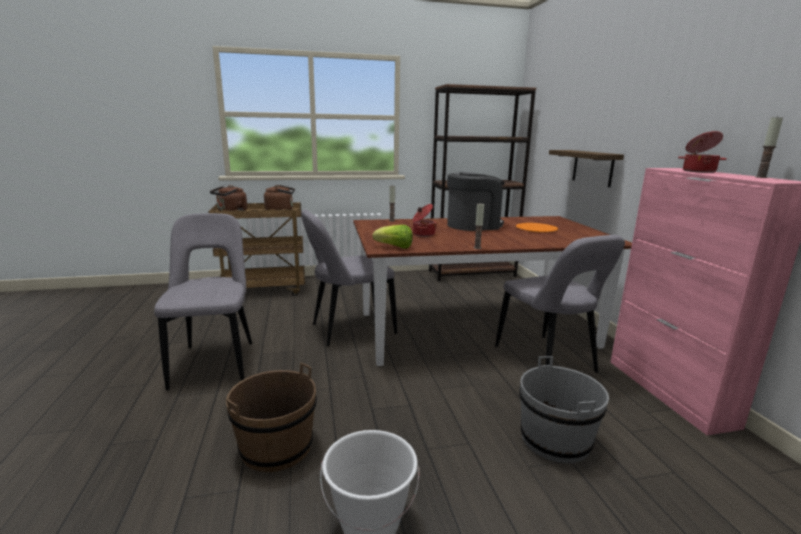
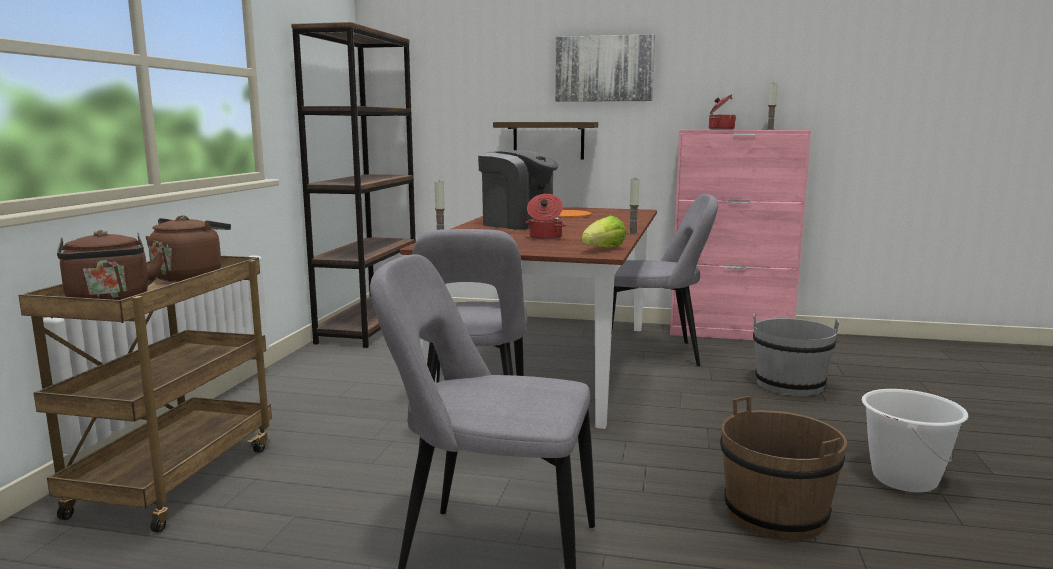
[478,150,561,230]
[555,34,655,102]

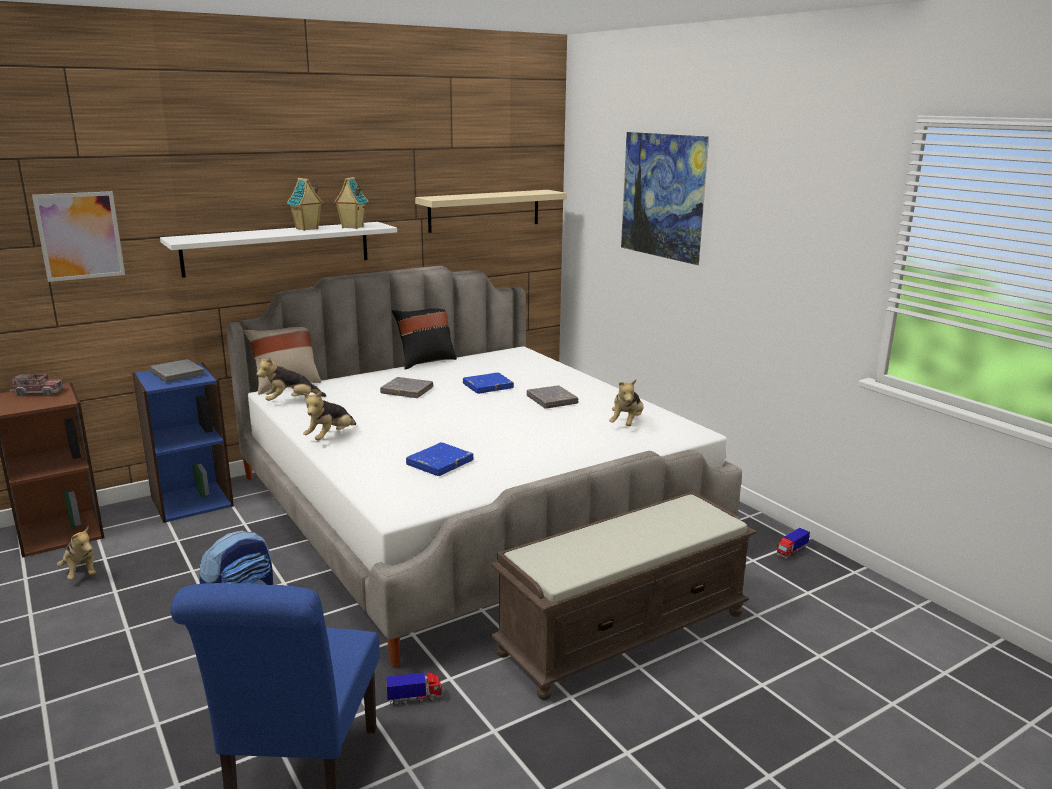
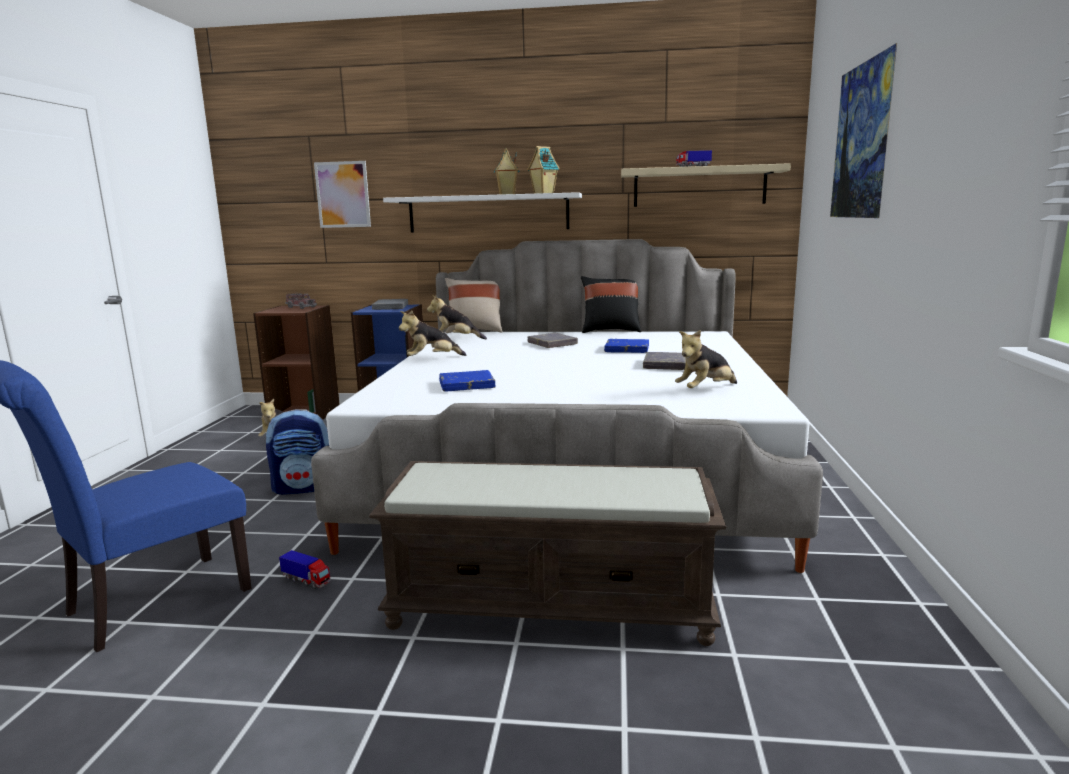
[676,150,712,167]

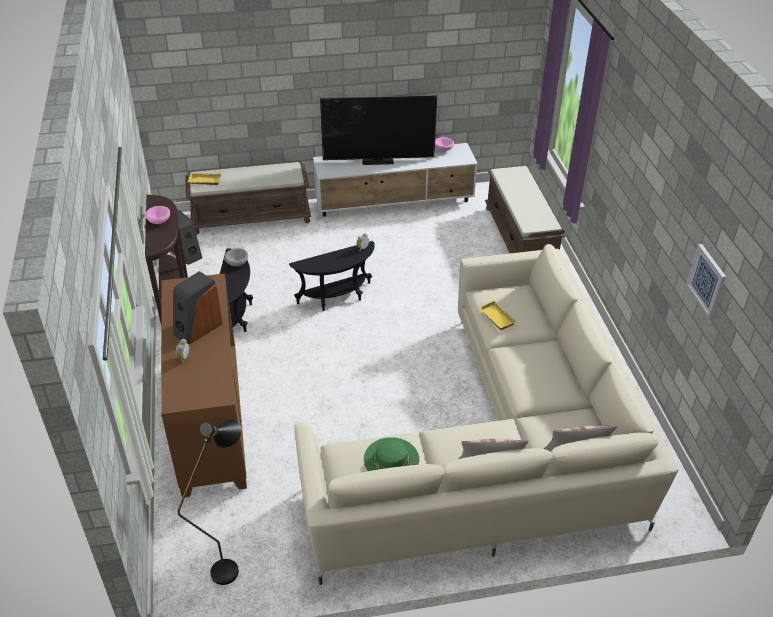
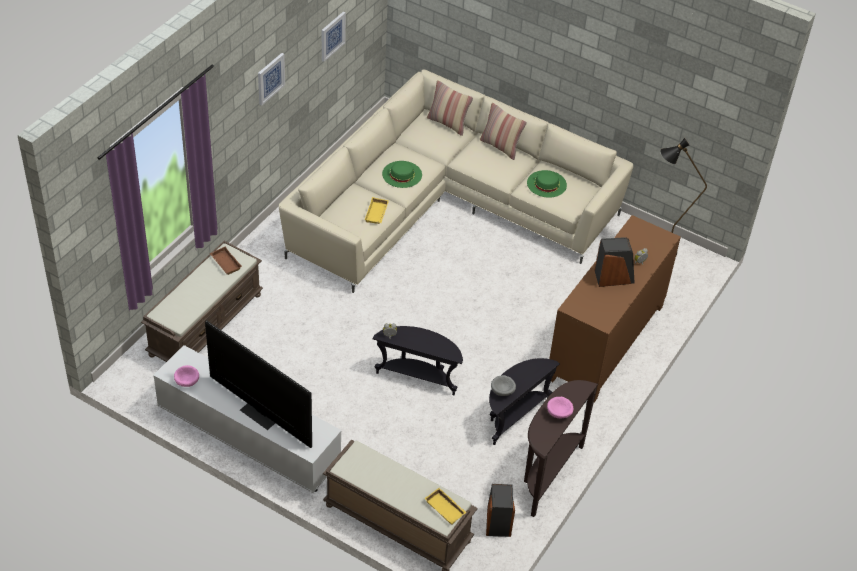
[210,247,242,275]
[258,53,285,106]
[382,161,422,188]

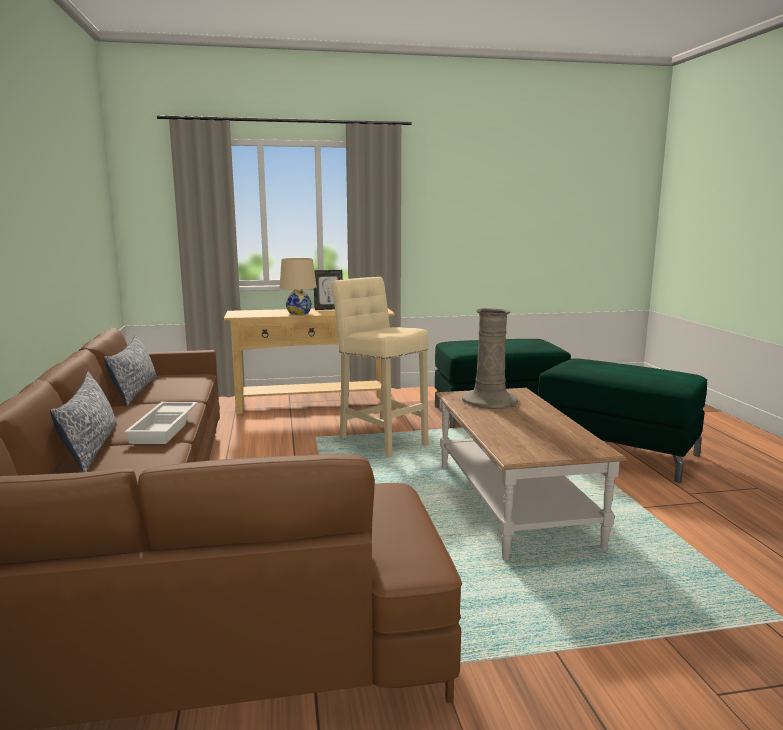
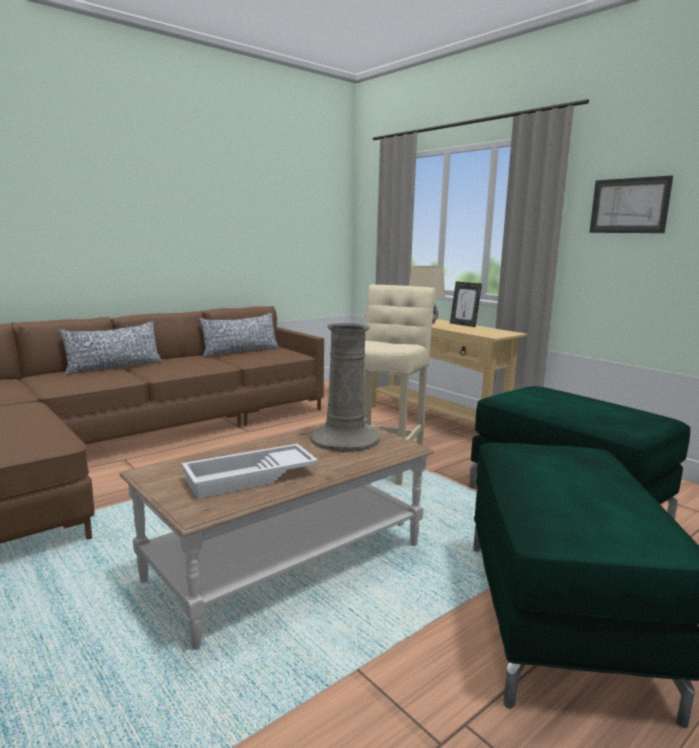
[182,444,318,499]
[589,175,673,233]

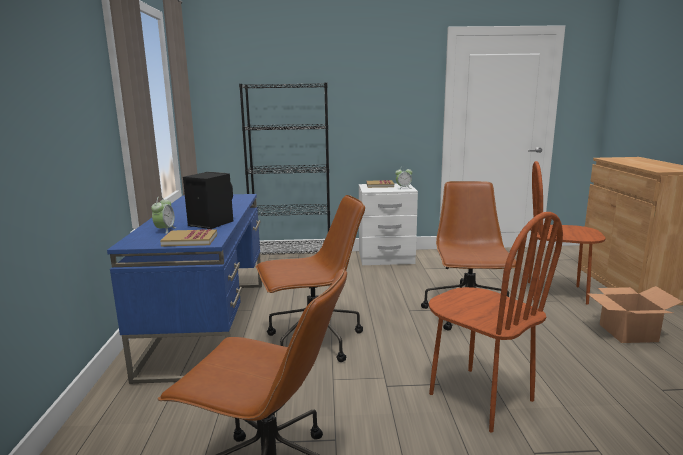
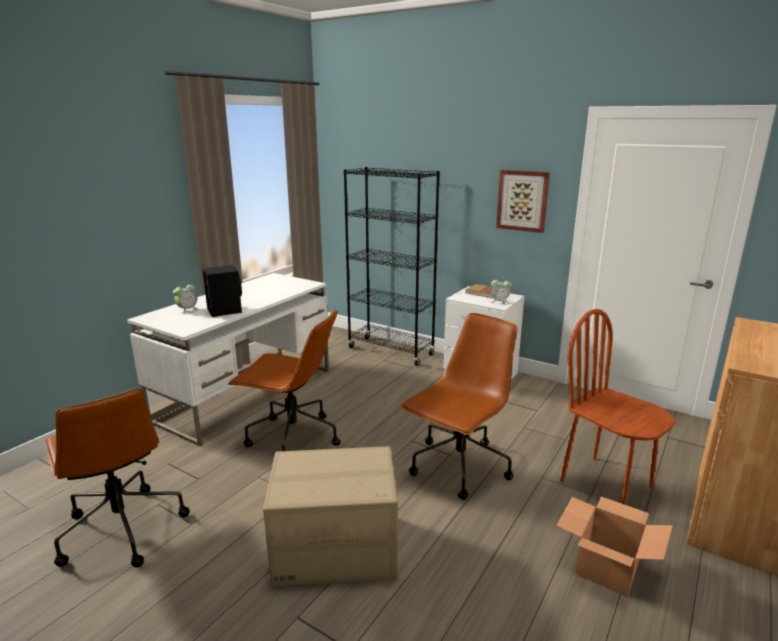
[127,273,329,446]
[263,446,398,587]
[496,170,550,233]
[160,229,217,247] (first image)

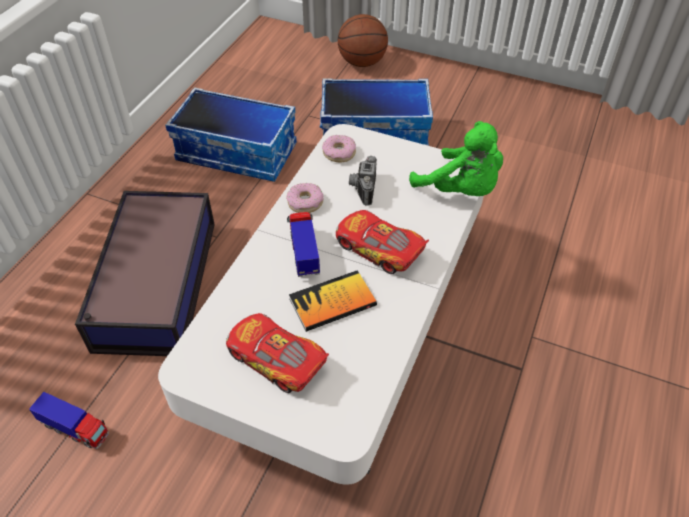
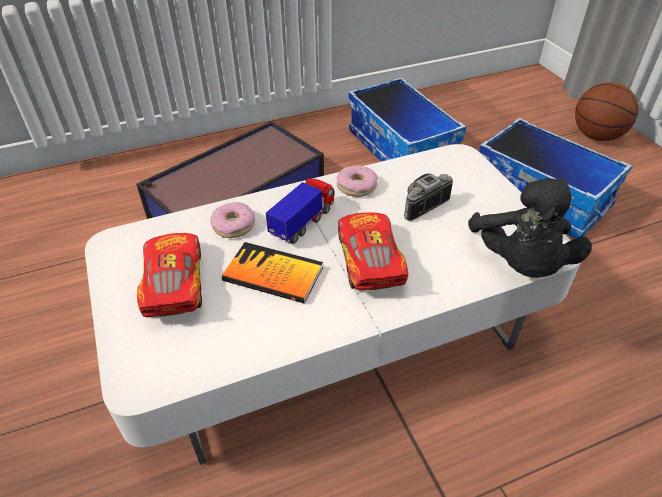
[210,202,255,238]
[468,178,592,278]
[29,392,109,449] (first image)

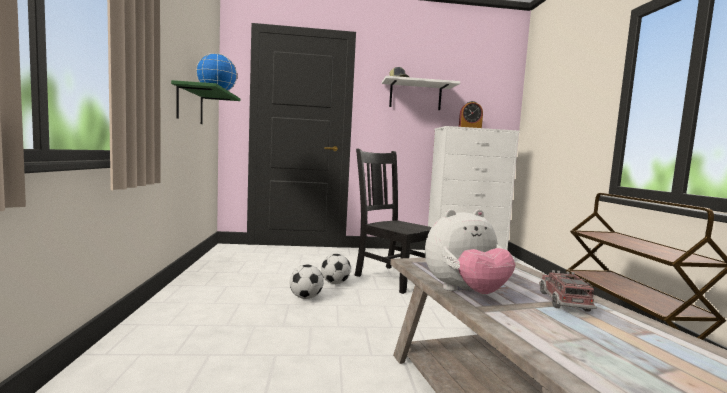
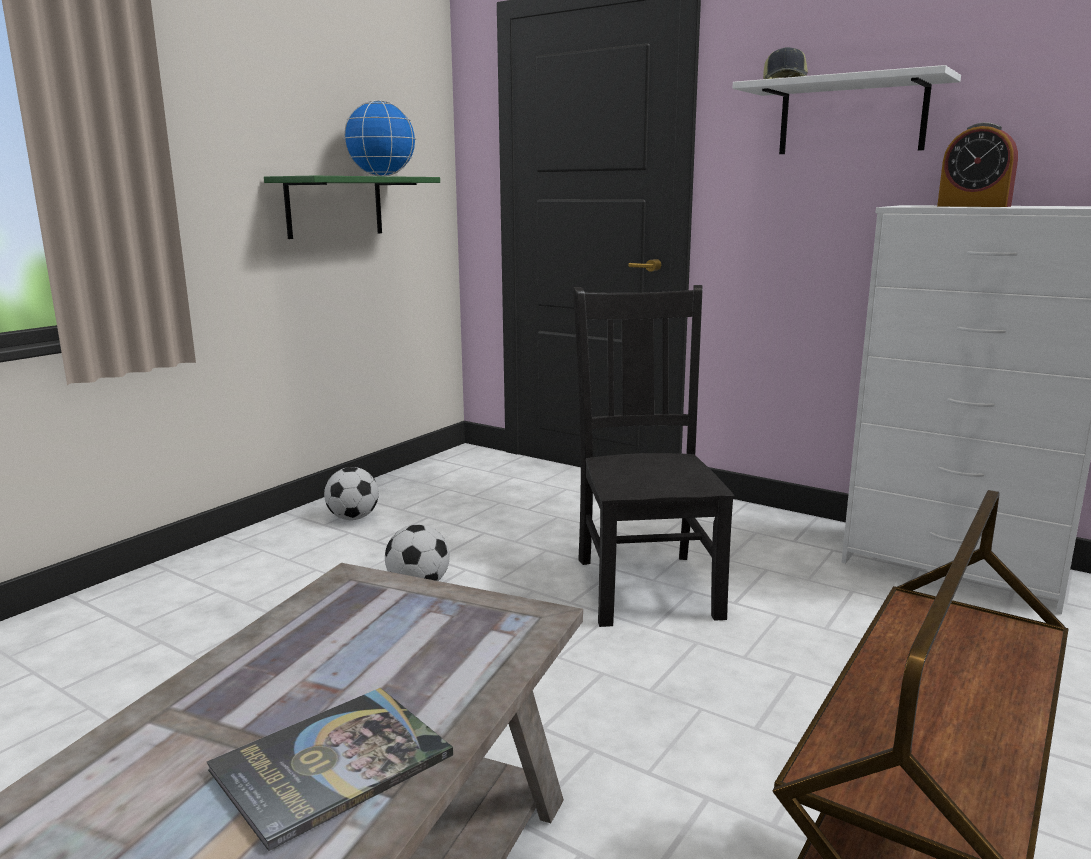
[207,688,453,851]
[324,467,379,520]
[425,209,516,294] (first image)

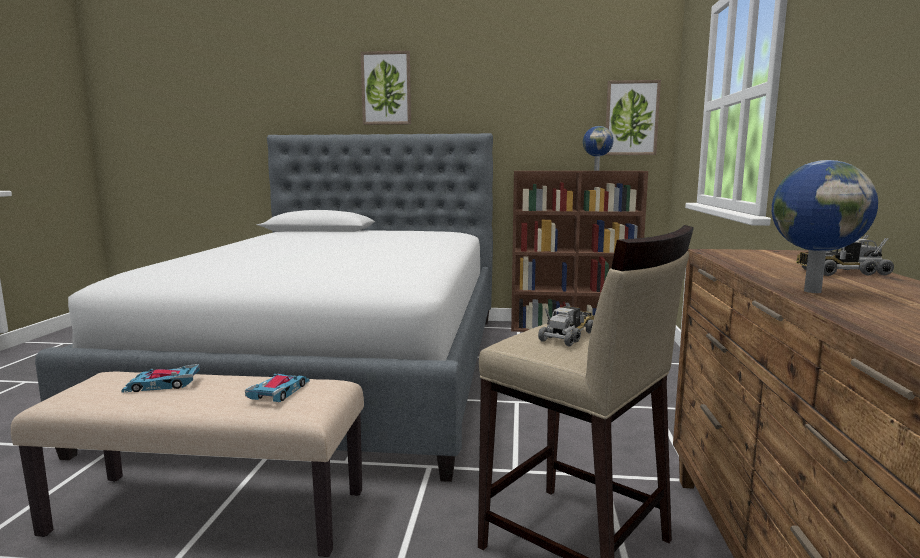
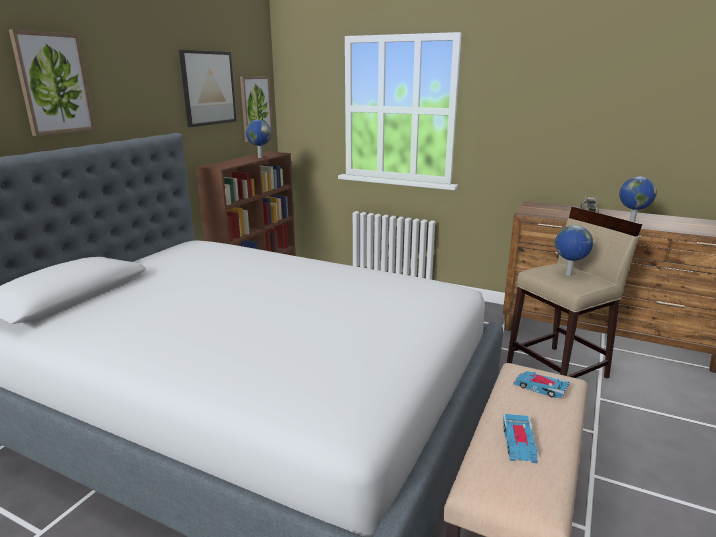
[179,50,237,127]
[555,225,593,276]

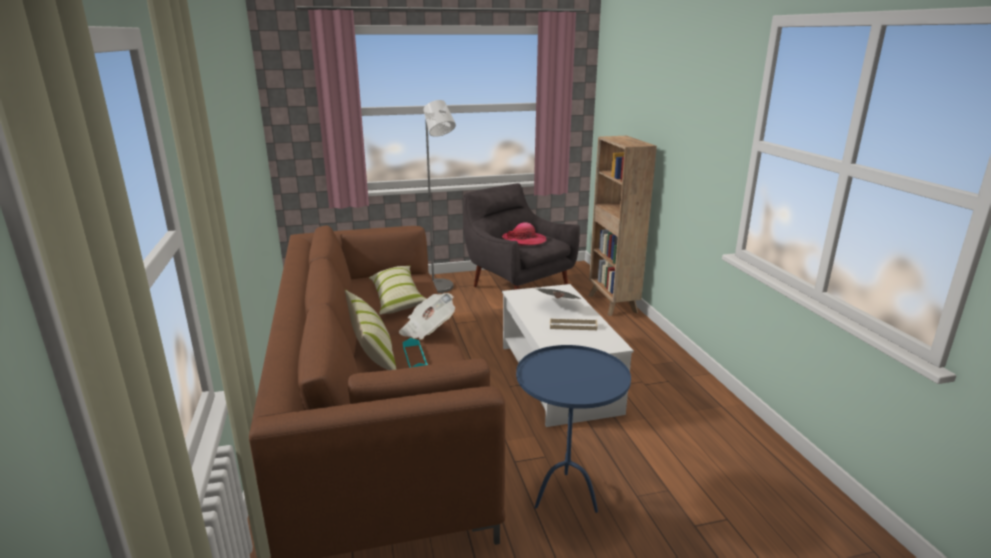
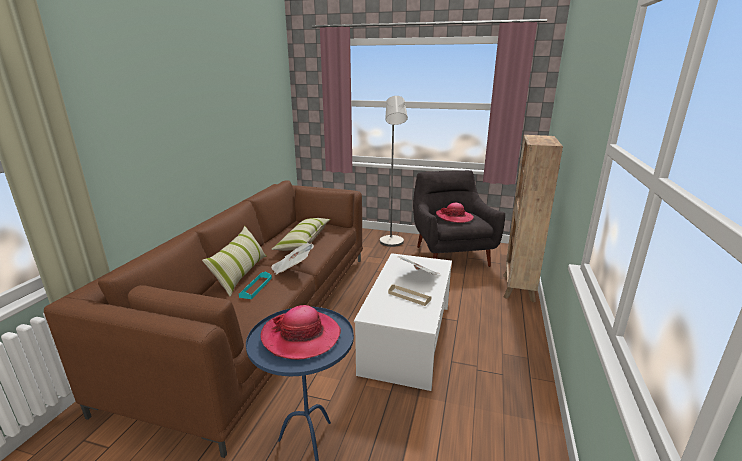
[261,305,341,360]

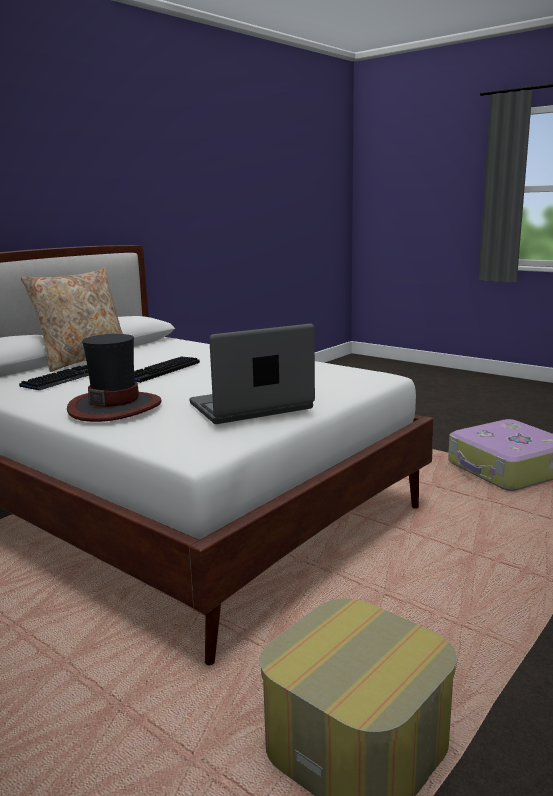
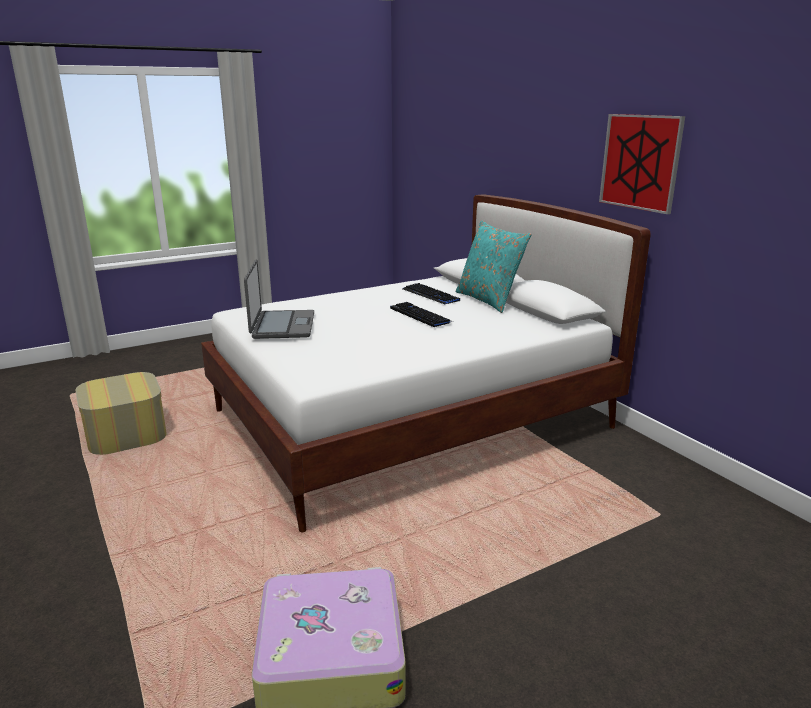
[456,221,531,313]
[599,114,685,214]
[67,334,162,422] (first image)

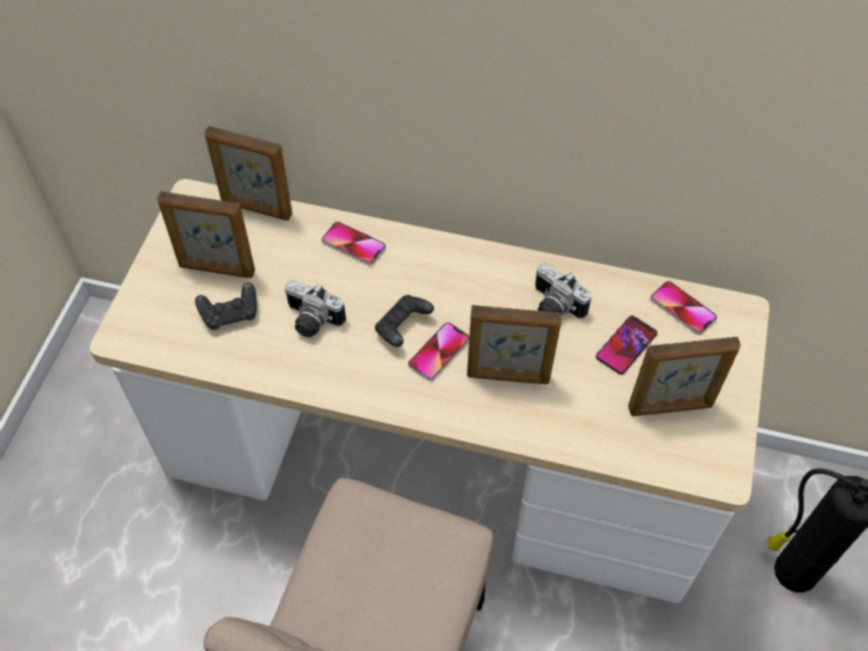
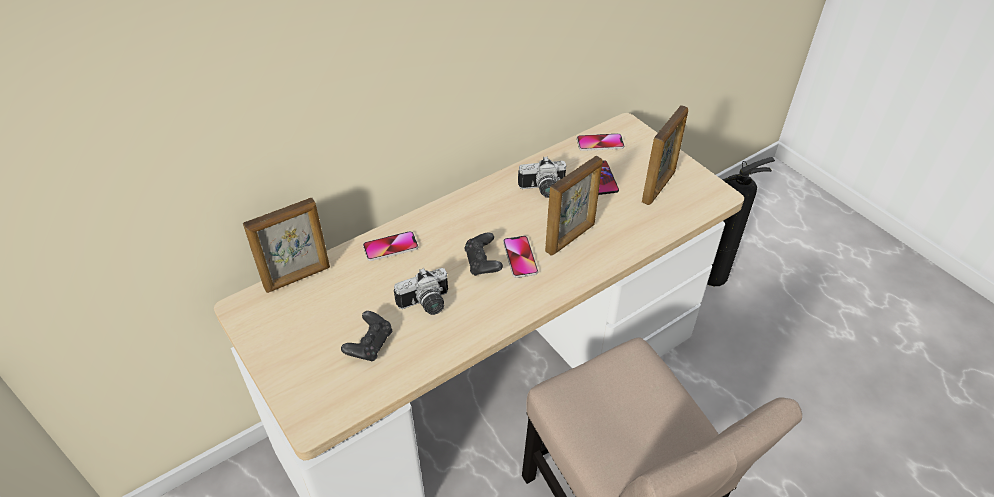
[157,191,255,278] (first image)

